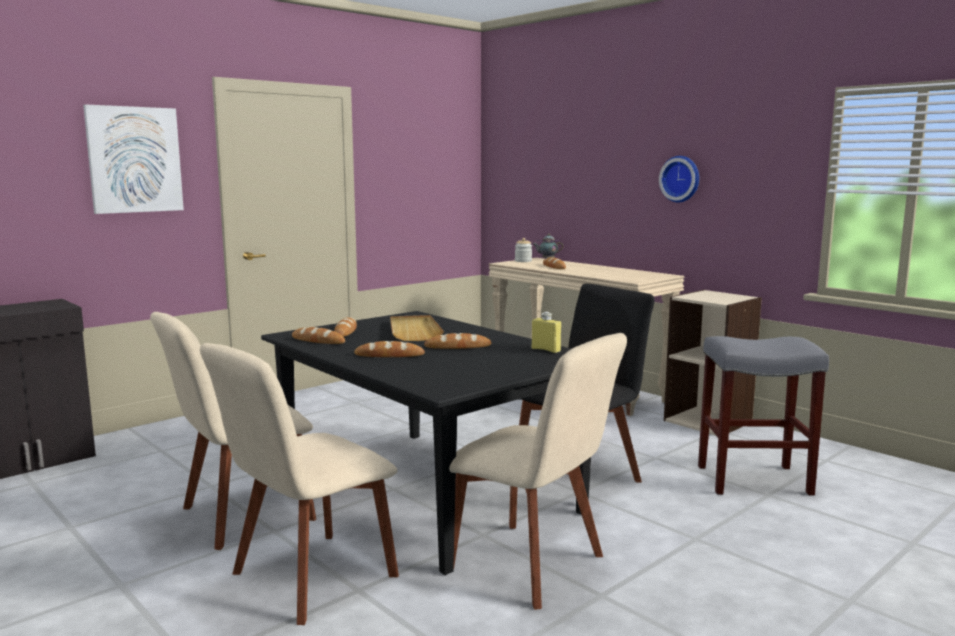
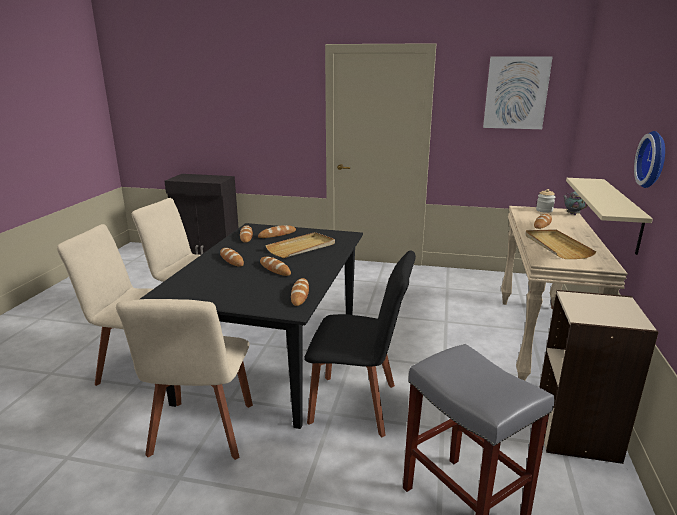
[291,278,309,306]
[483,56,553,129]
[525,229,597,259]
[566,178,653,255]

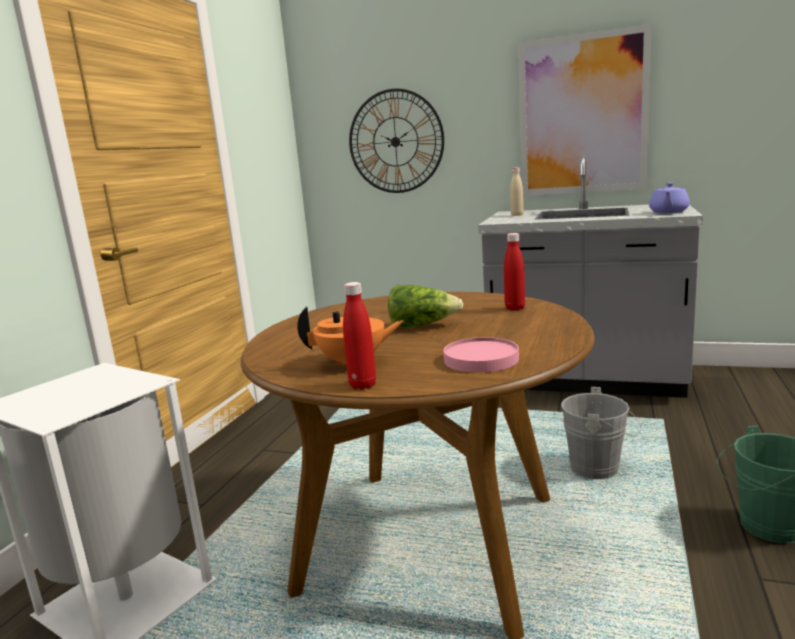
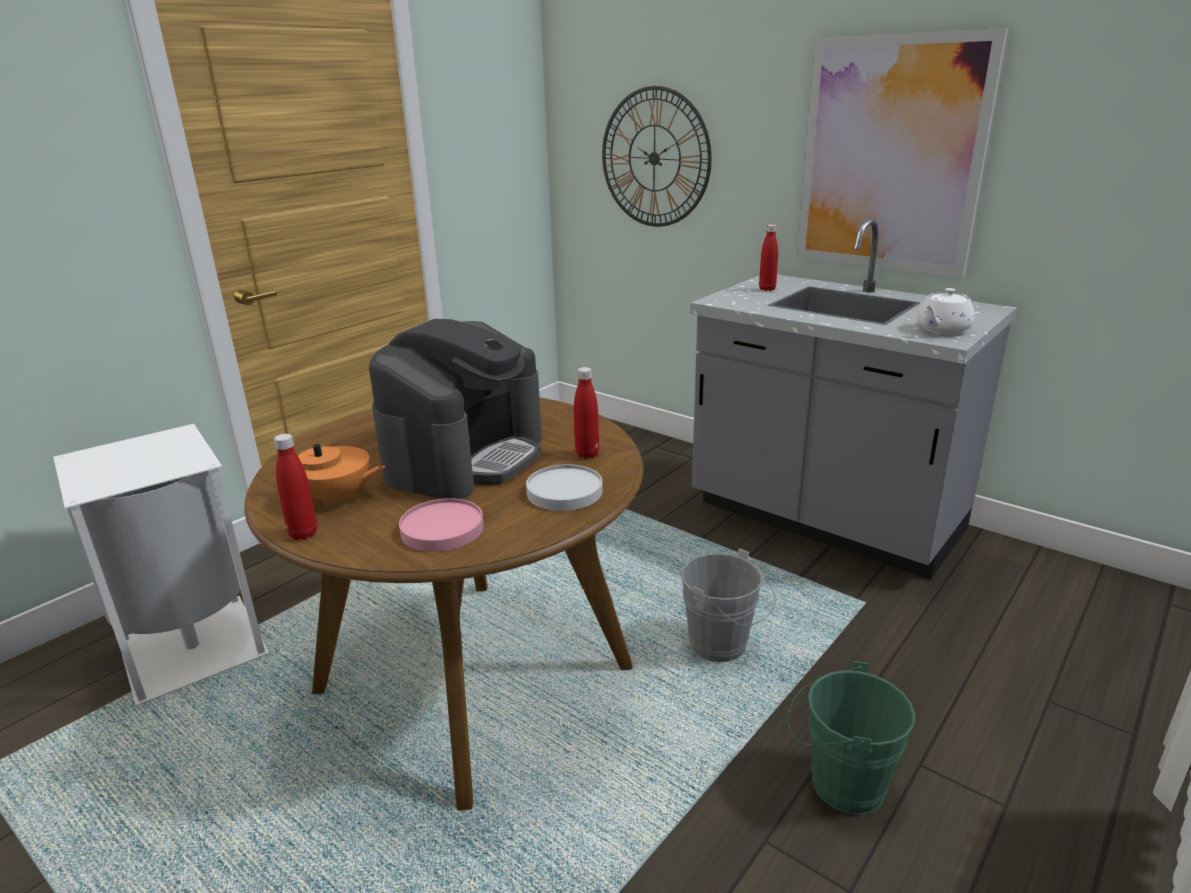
[369,319,542,499]
[526,465,603,511]
[759,224,778,291]
[917,288,975,334]

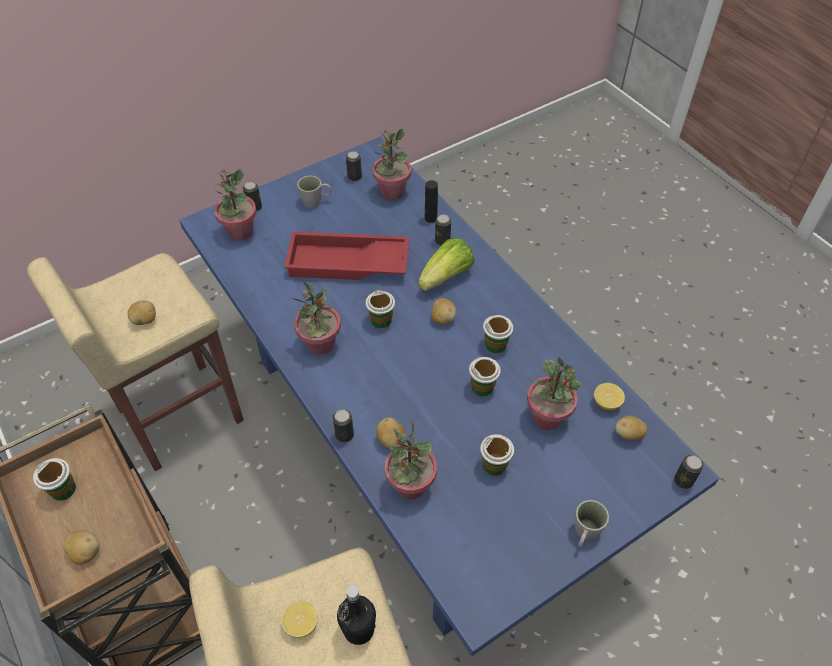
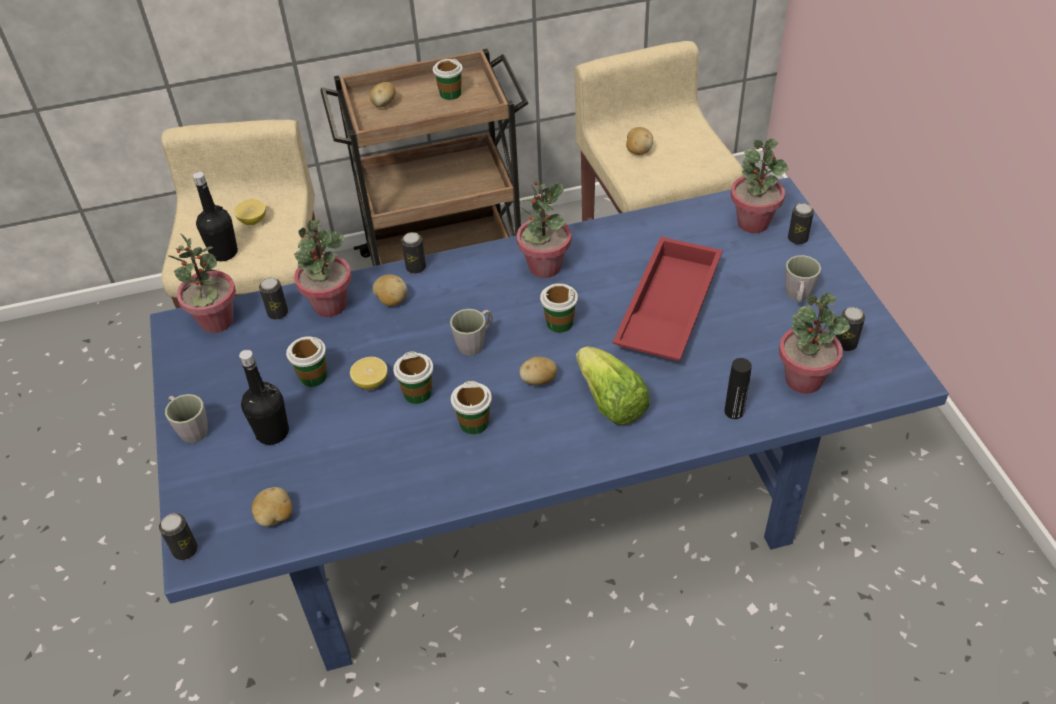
[169,233,236,333]
[239,350,289,445]
[259,277,288,320]
[350,357,388,390]
[450,309,493,355]

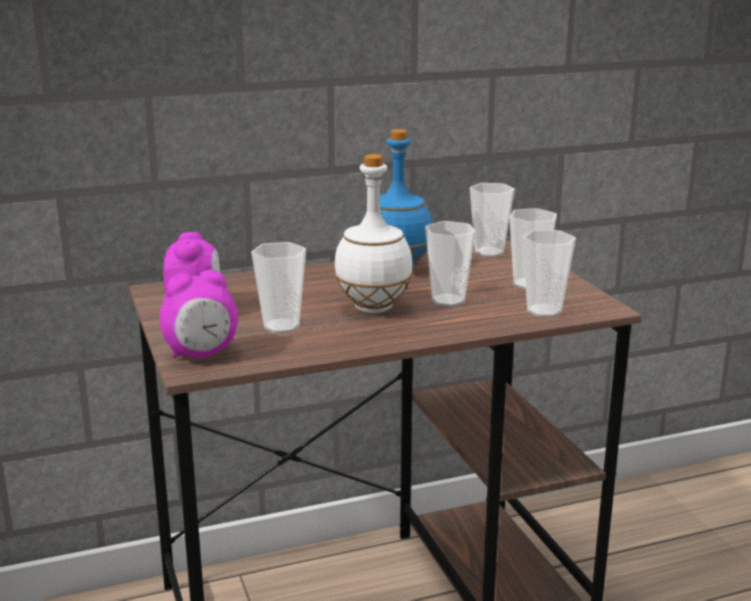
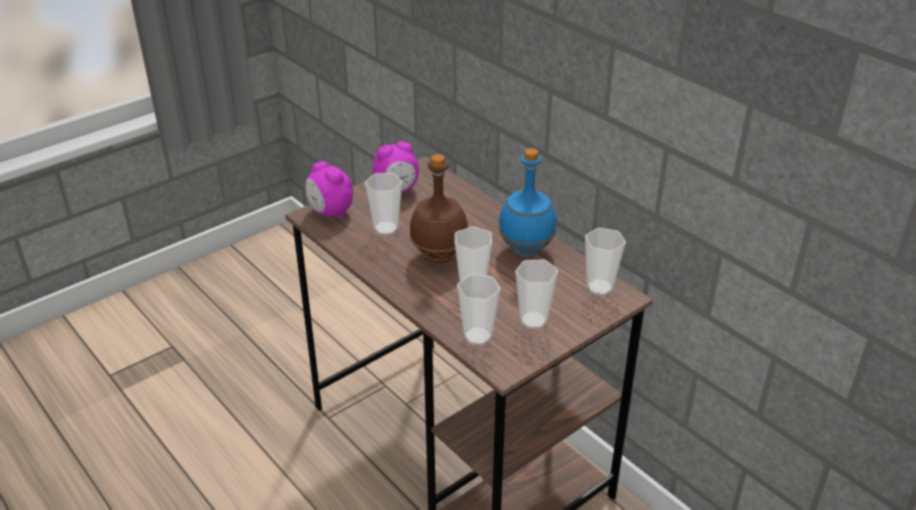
[410,154,468,263]

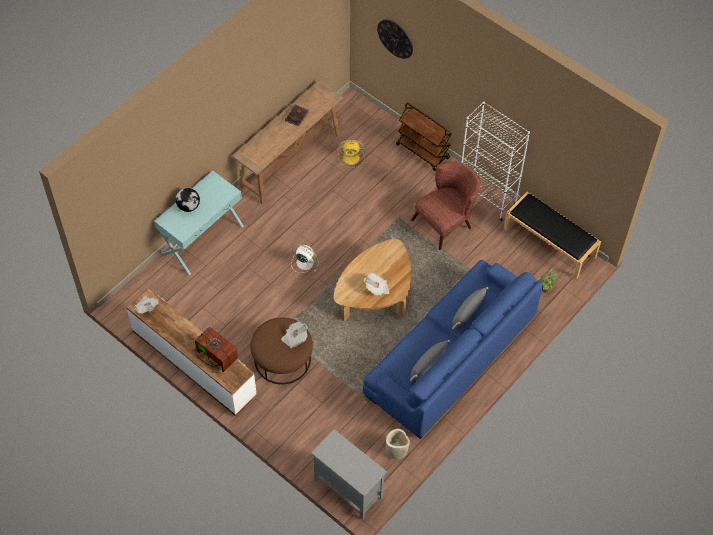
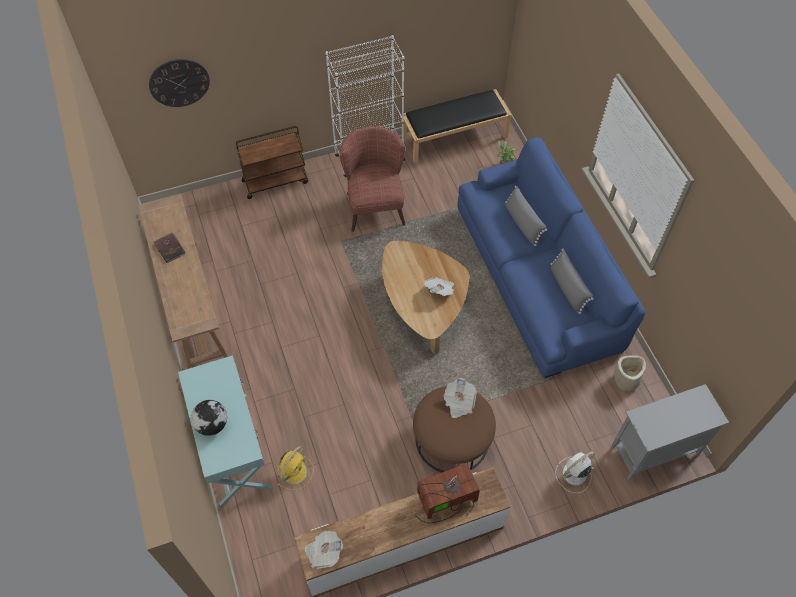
[278,446,314,490]
[555,451,595,493]

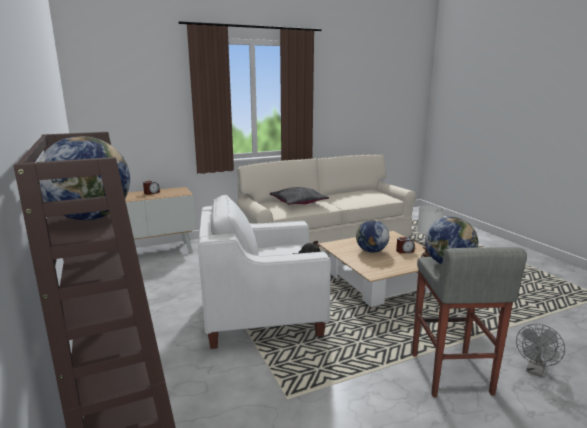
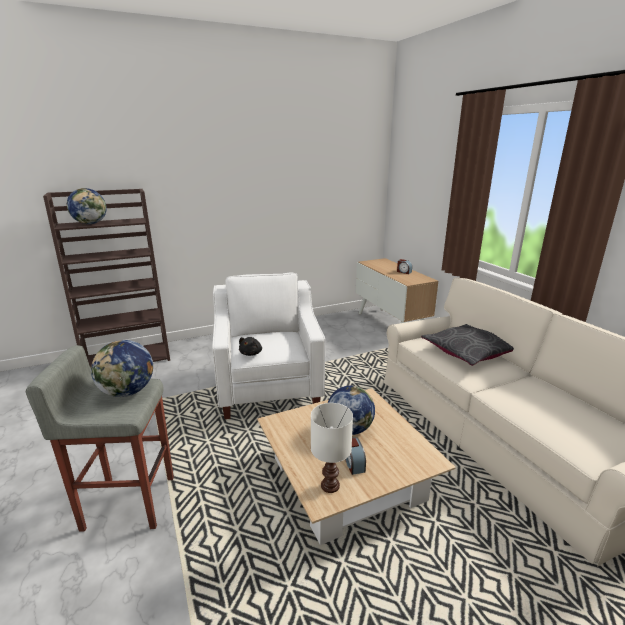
[516,324,565,377] (first image)

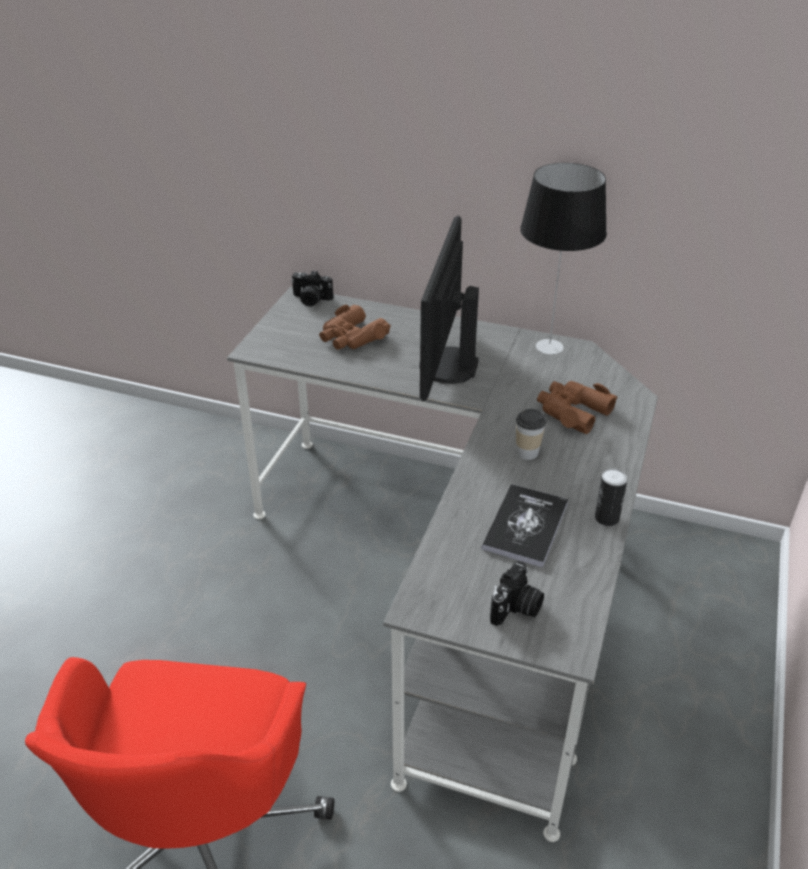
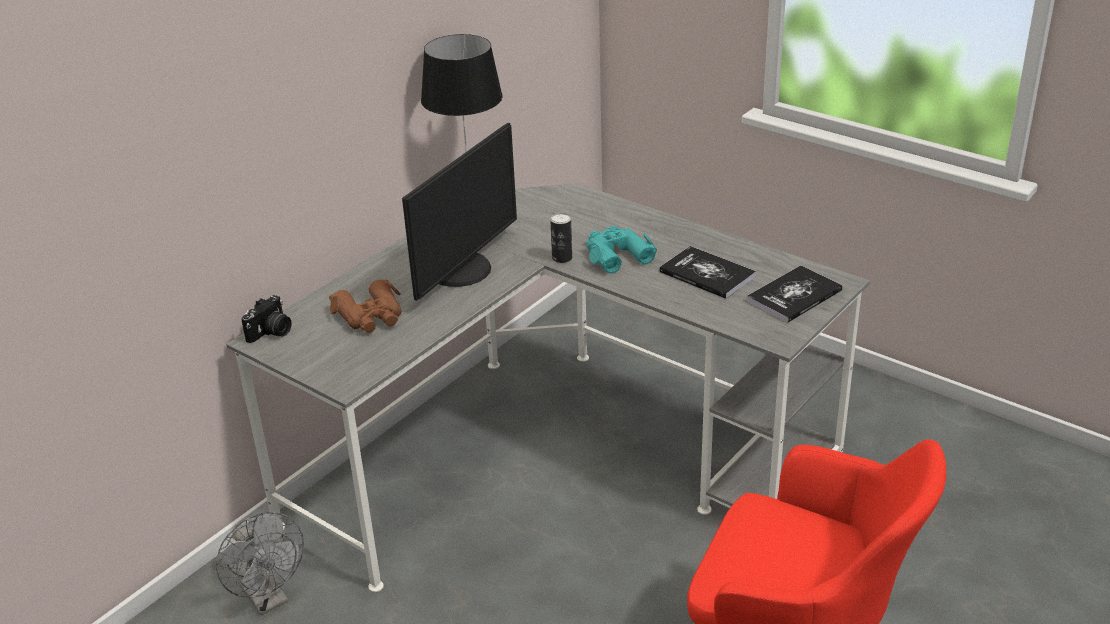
[216,512,304,615]
[402,123,517,301]
[550,213,572,263]
[586,226,657,274]
[747,265,843,323]
[537,381,617,434] (first image)

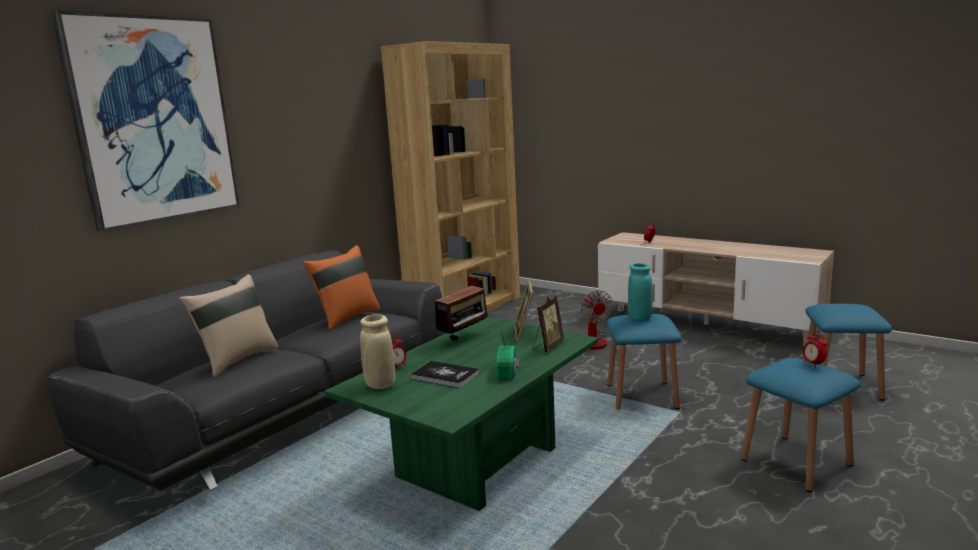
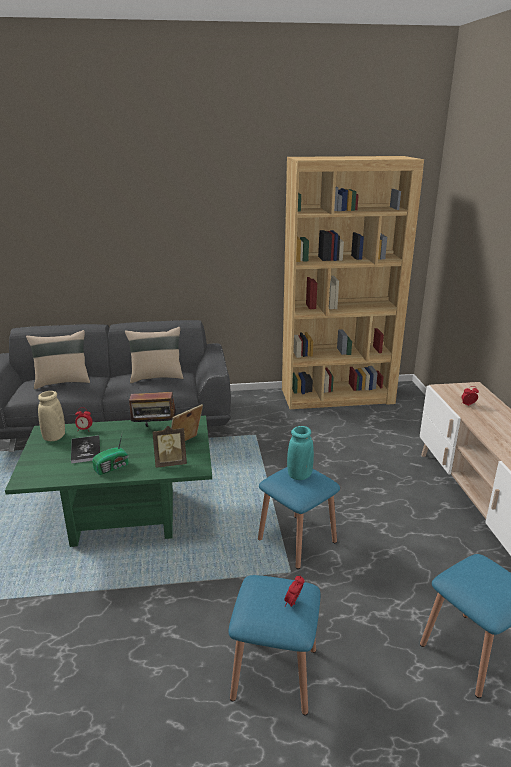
[125,327,183,383]
[51,10,239,232] (first image)
[581,290,624,349] (first image)

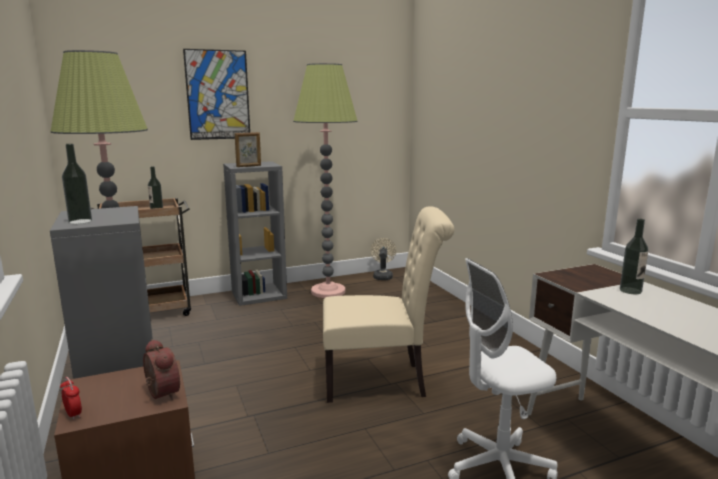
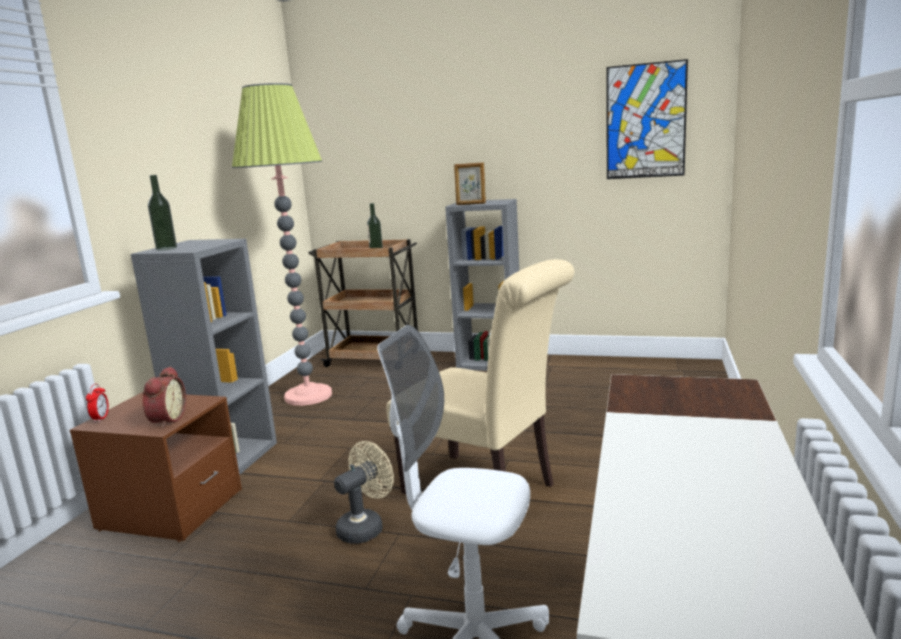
[334,441,394,544]
[606,59,688,179]
[293,63,358,298] (first image)
[620,219,648,294] (first image)

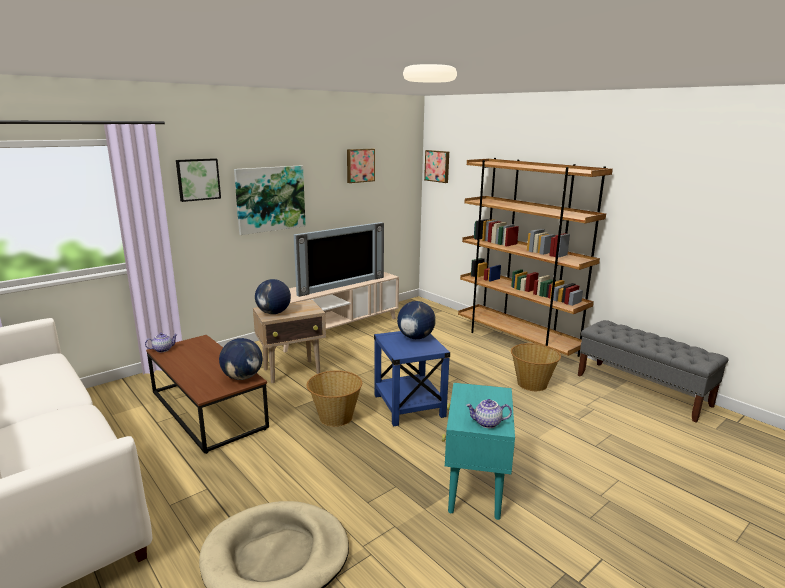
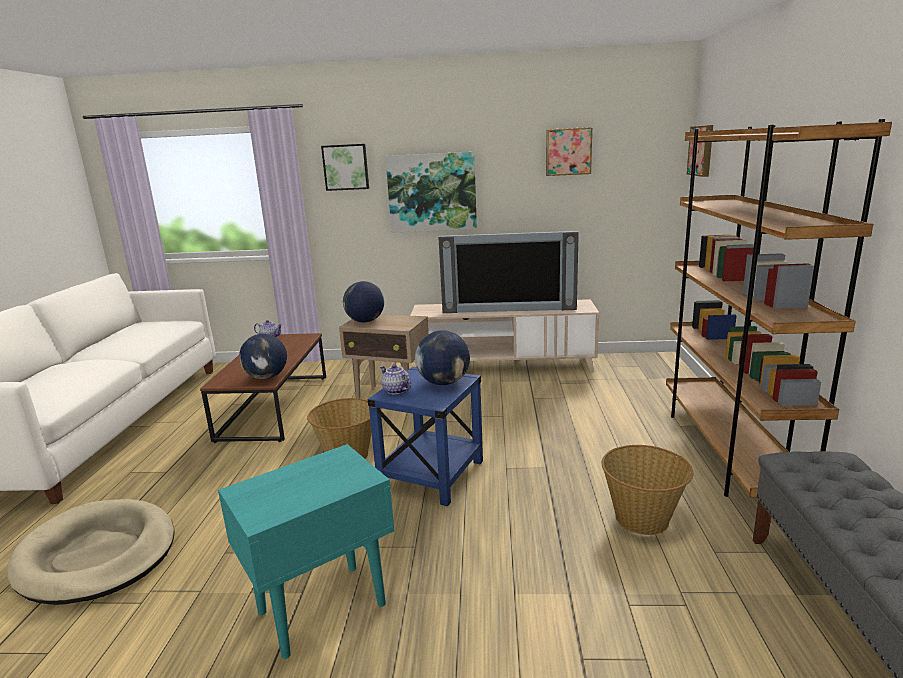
[380,365,411,394]

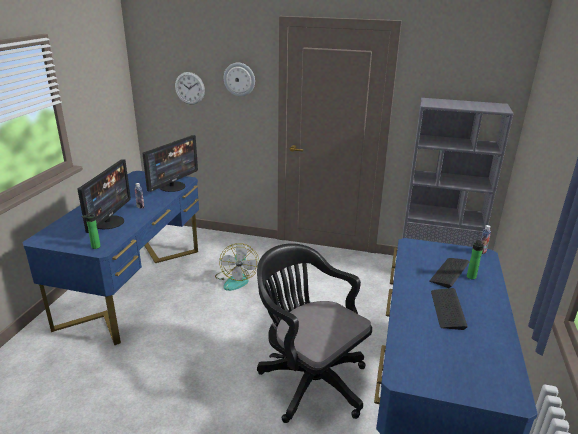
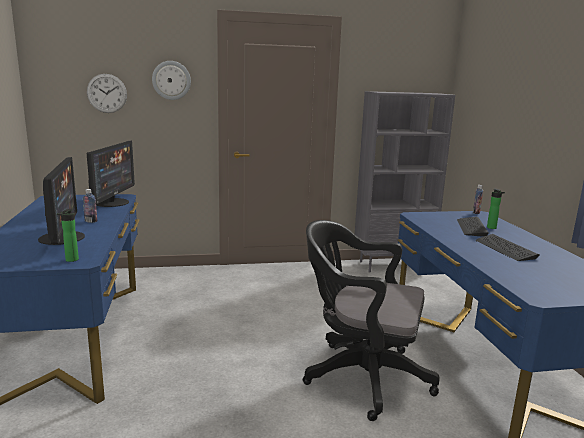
[215,243,259,291] (first image)

